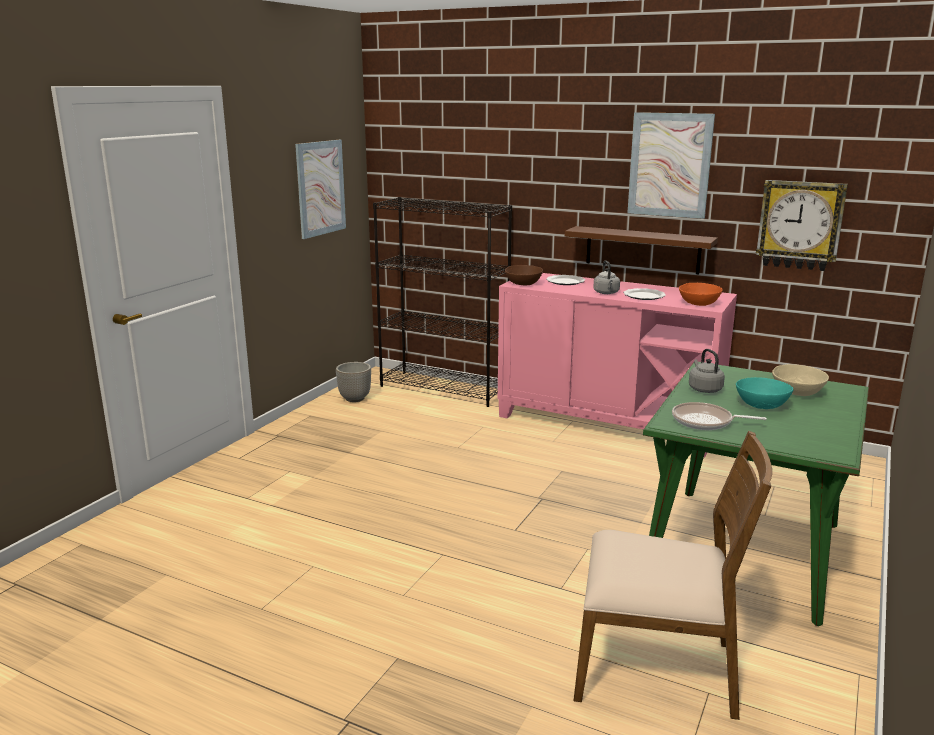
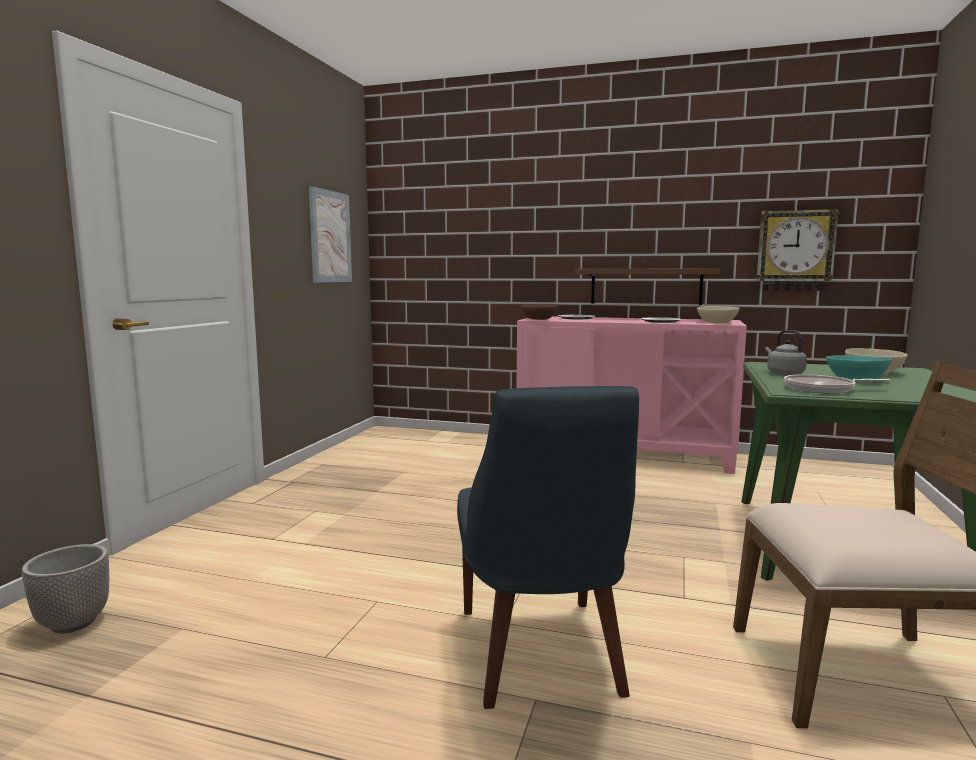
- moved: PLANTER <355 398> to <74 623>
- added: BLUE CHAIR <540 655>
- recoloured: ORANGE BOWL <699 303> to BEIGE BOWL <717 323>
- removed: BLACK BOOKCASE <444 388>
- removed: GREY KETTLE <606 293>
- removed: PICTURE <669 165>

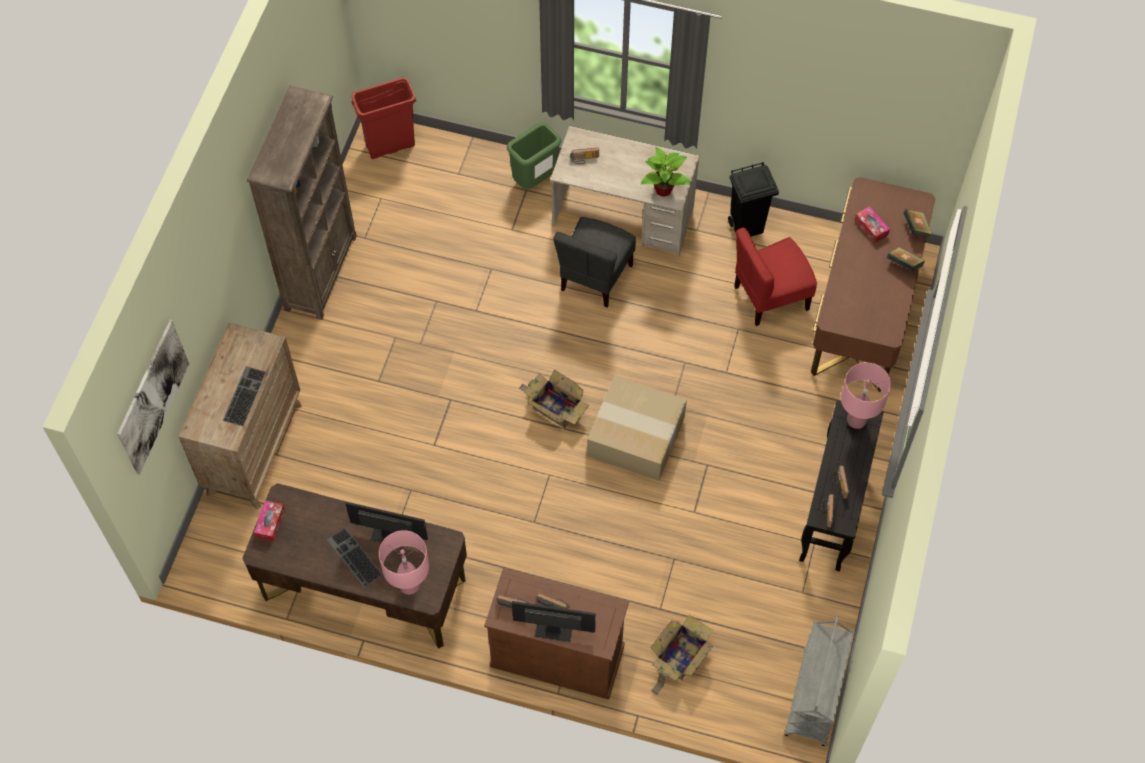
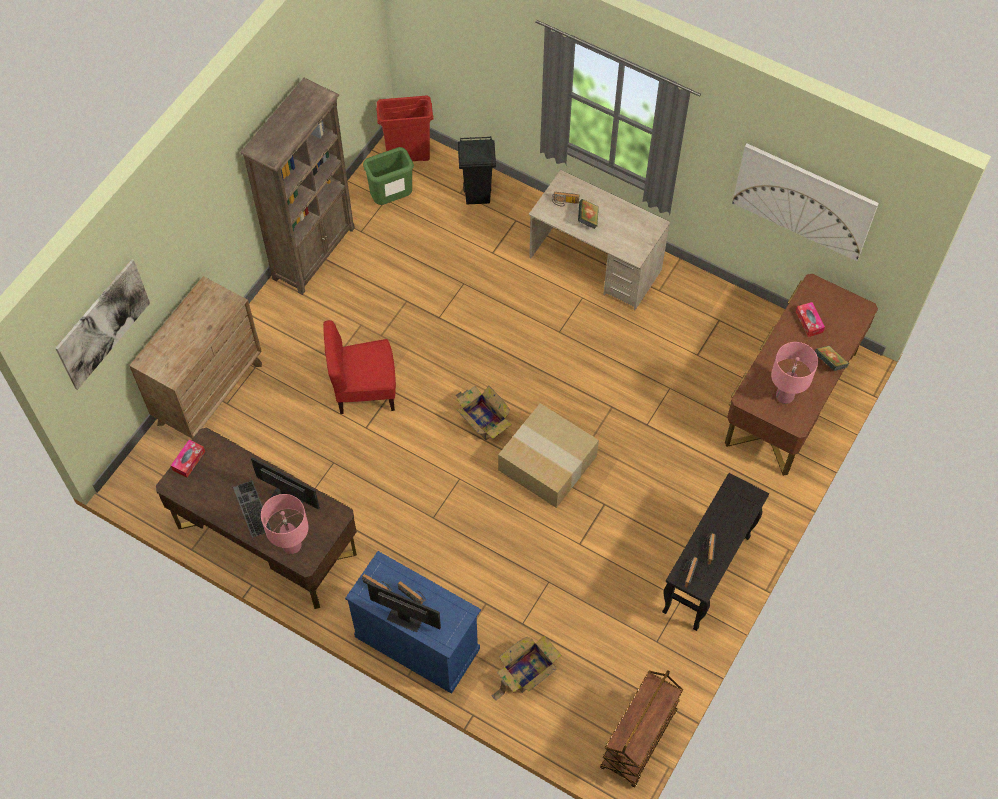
- moved: RED CHAIR <770 297> to <364 390>
- recoloured: BROWN CABINET <557 655> to BLUE CABINET <417 642>
- moved: GREEN TRASH CAN <535 181> to <391 199>
- moved: BLACK TRASH CAN <747 227> to <478 195>
- moved: BOOK <916 229> to <587 219>
- recoloured: GREY CART <814 697> to BROWN CART <638 740>
- added: PICTURE <803 201>
- moved: PINK TABLE LAMP <856 421> to <785 397>
- removed: KEYBOARD <243 395>
- removed: GREY CHAIR <595 277>
- removed: POTTED PLANT <664 189>

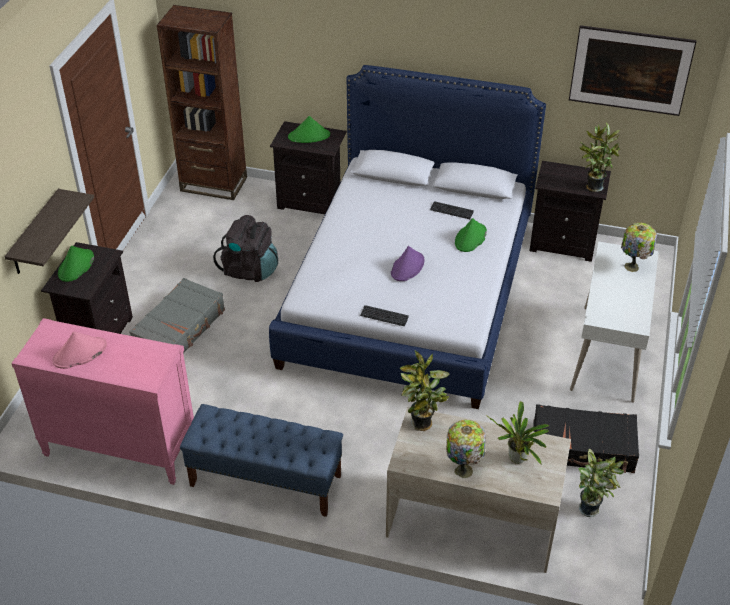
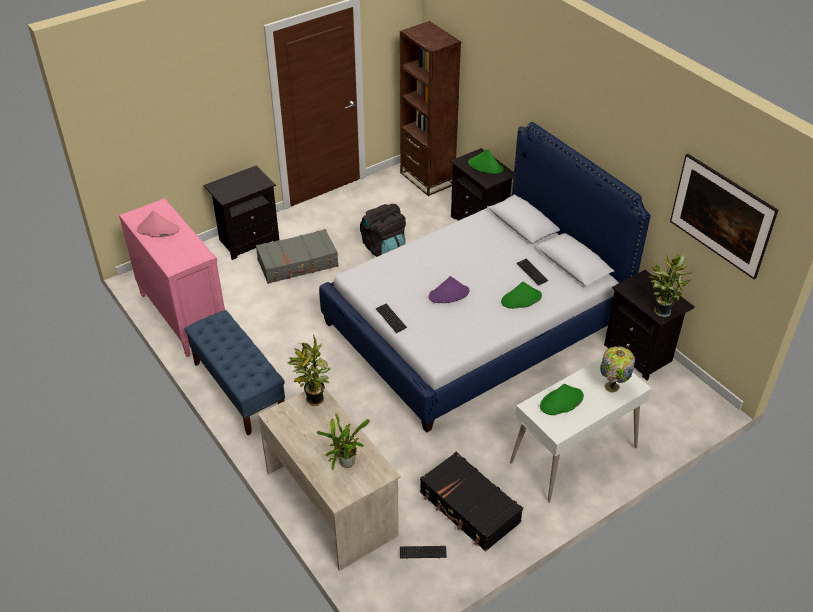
- replaced: POTTED PLANT <591 508> to KEYBOARD <423 552>
- moved: GREEN HAT <76 266> to <561 402>
- removed: SHELF <35 233>
- removed: TABLE LAMP <464 469>

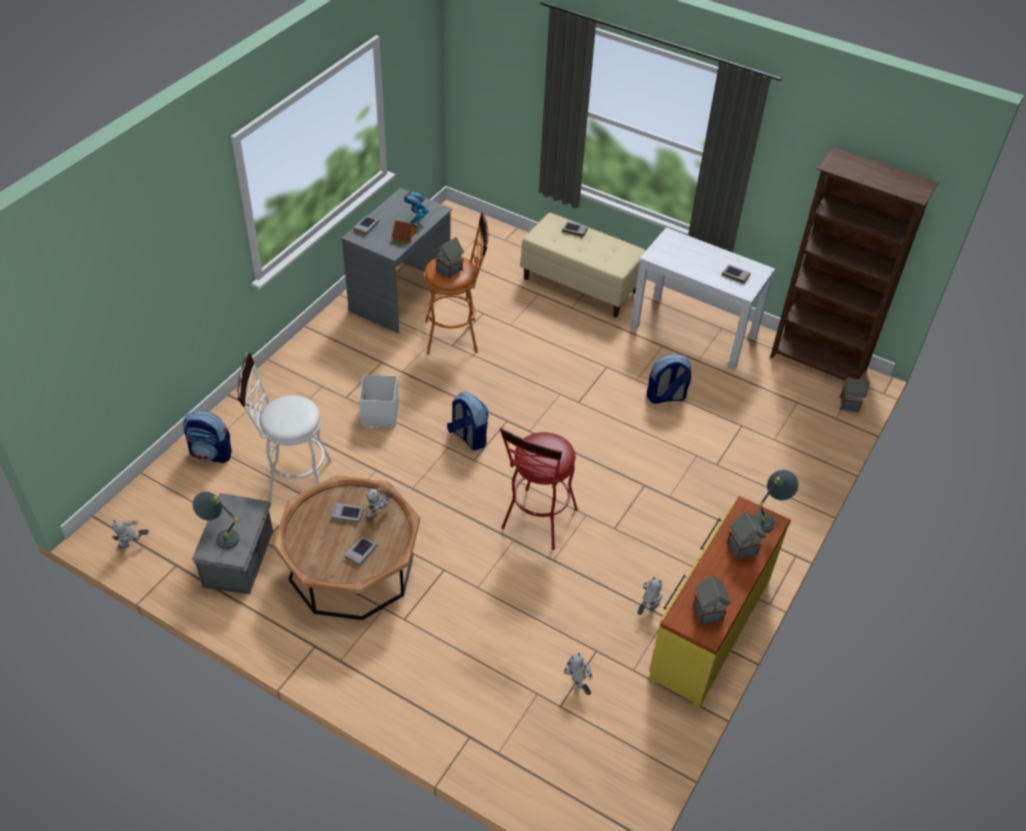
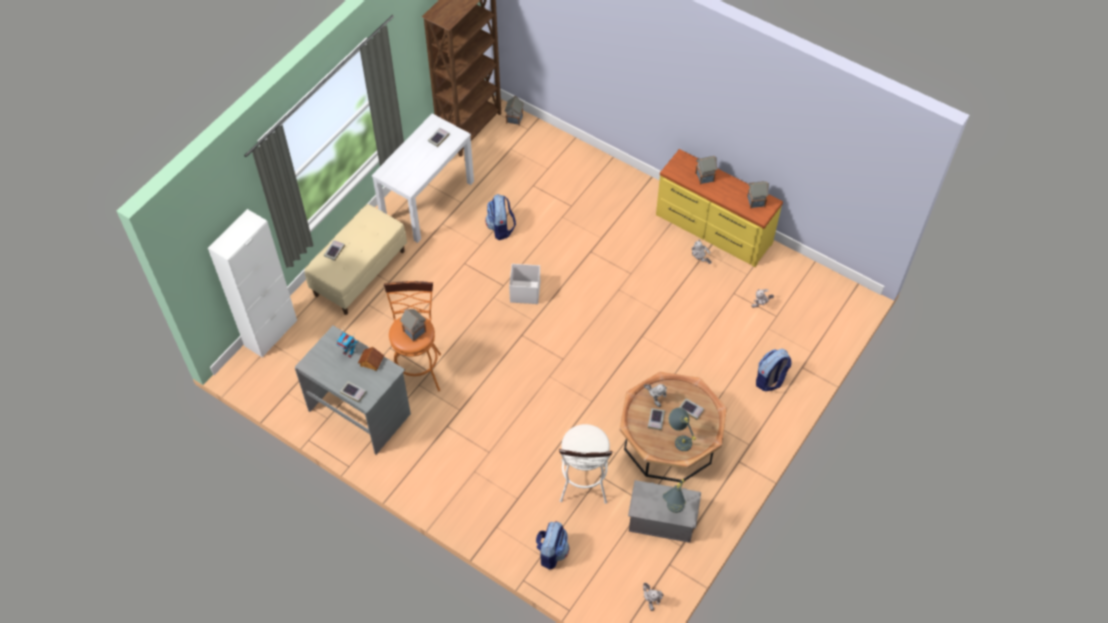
- added: WHITE CABINET <271 333>
- moved: WHITE STORAGE BOX <380 413> to <524 292>
- moved: GREY TABLE LAMP <769 518> to <679 438>
- moved: BACKPACK <468 437> to <770 380>
- removed: RED STOOL <537 523>

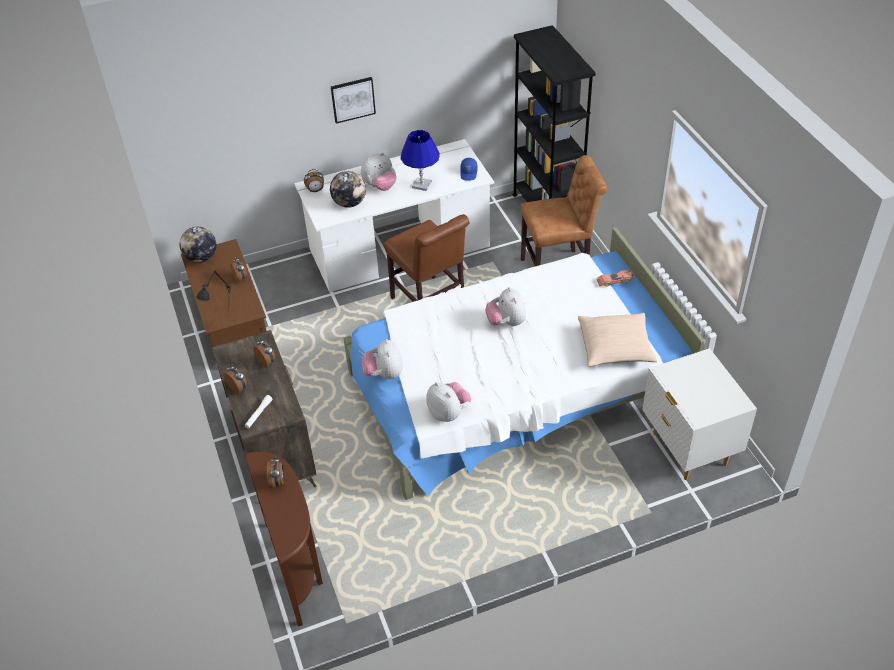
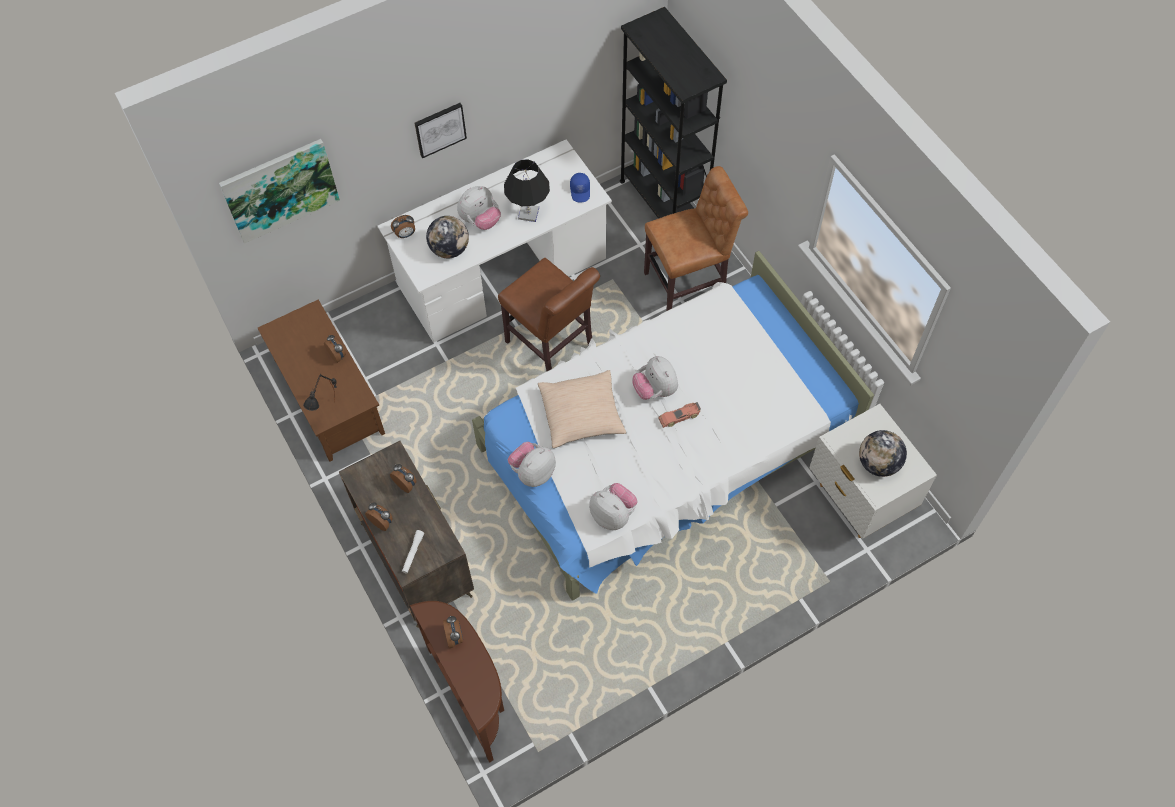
- added: PICTURE <280 189>
- recoloured: BLUE TABLE LAMP <421 185> to BLACK TABLE LAMP <528 213>
- turned: PLUSH TOY <384 374> = <533 472> 60 degrees clockwise
- moved: BEIGE PILLOW <615 347> to <581 414>
- moved: TOY CAR <614 281> to <679 416>
- moved: GLOBE <201 258> to <878 463>

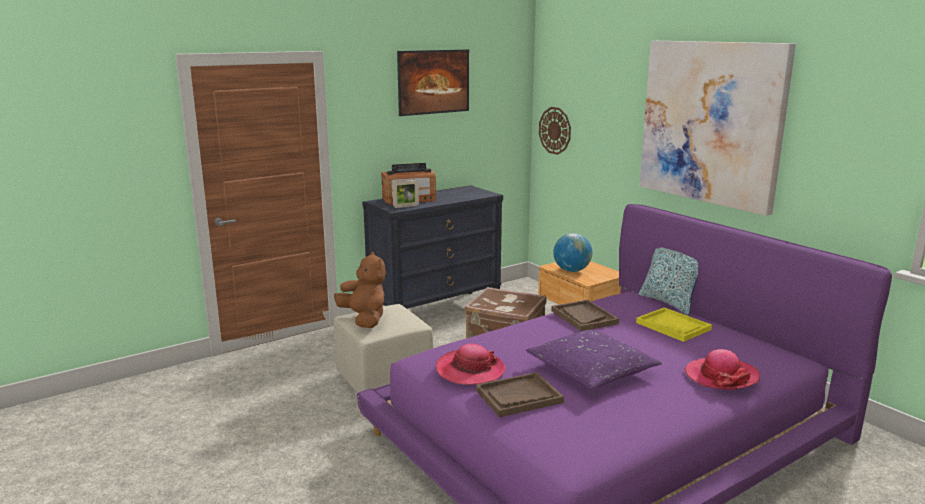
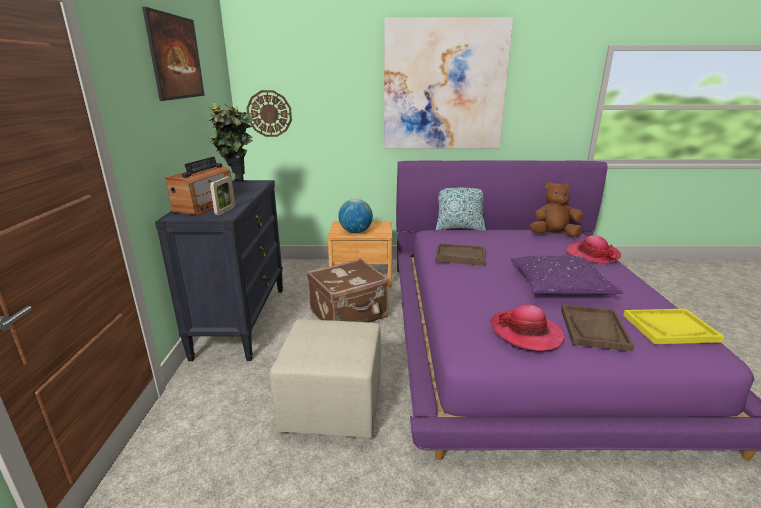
- added: POTTED PLANT <236 184>
- moved: BROWN PLUSH TOY <364 319> to <553 235>
- moved: YELLOW TRAY <673 326> to <670 328>

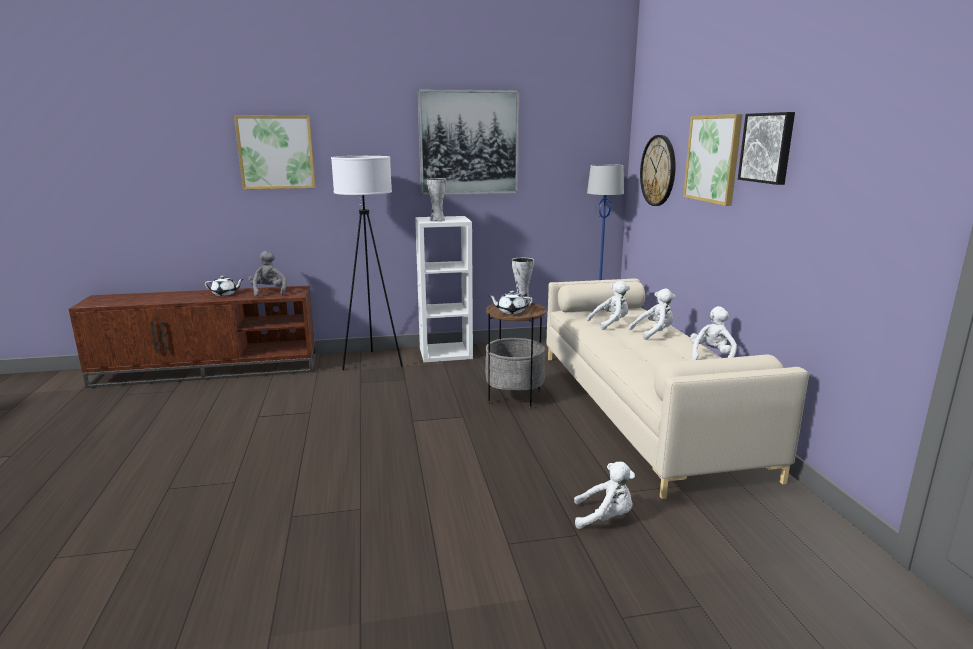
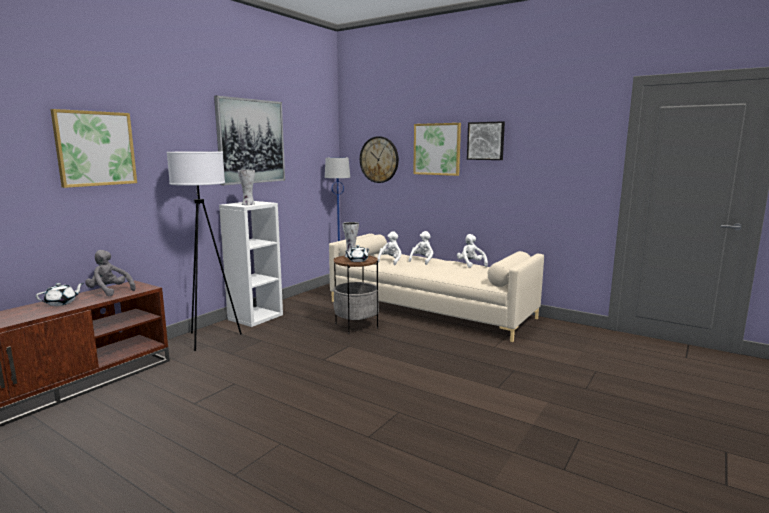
- removed: WHITE PLUSH TOY <605 518>

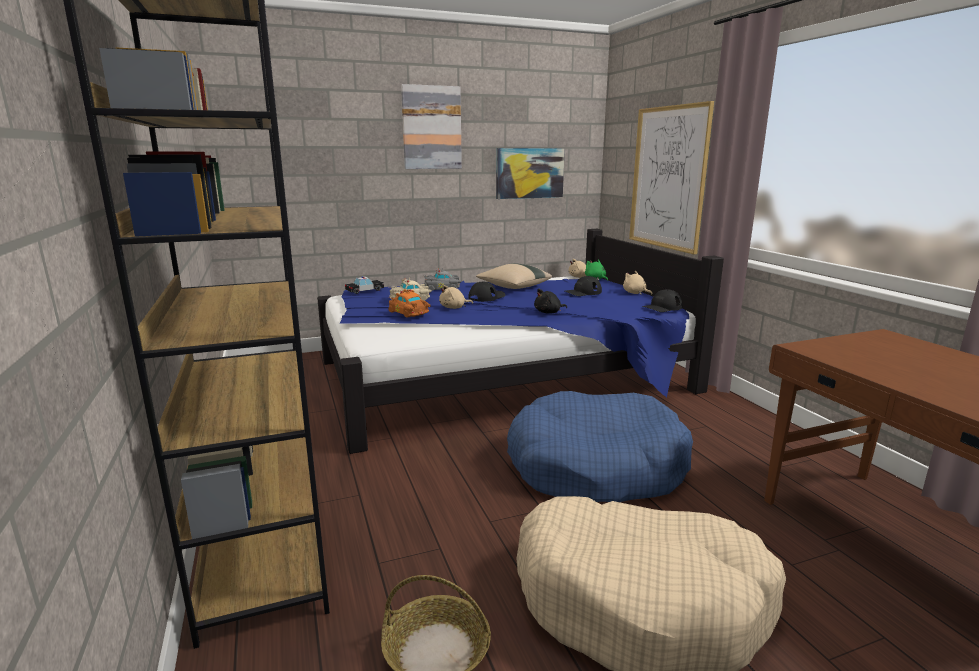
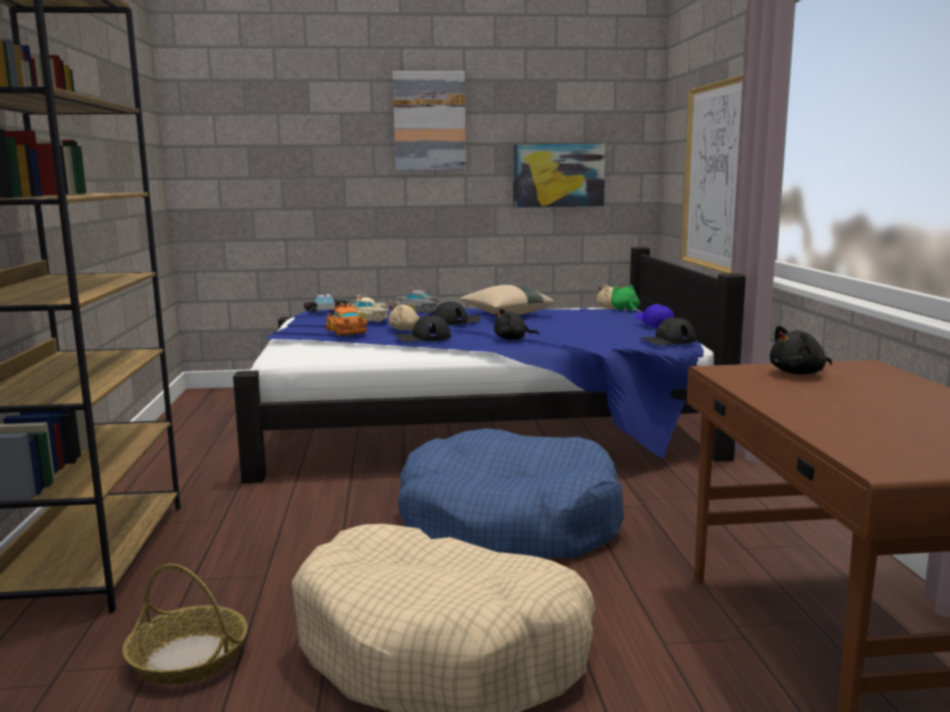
- moved: BLACK CAP <582 292> to <423 338>
- replaced: BEIGE PLUSH TOY <635 293> to BLUE CAP <654 325>
- added: BLACK PLUSH TOY <799 373>

